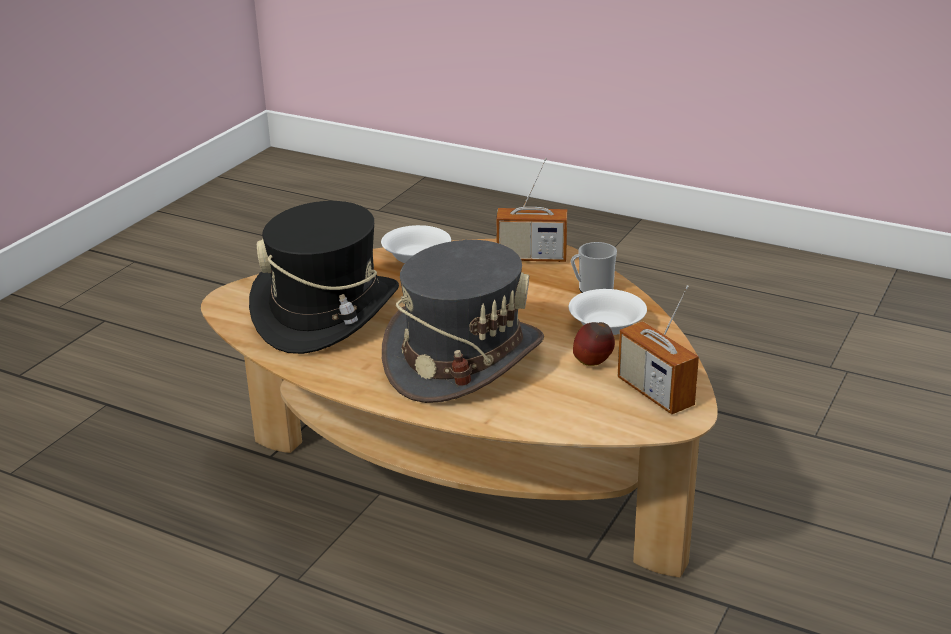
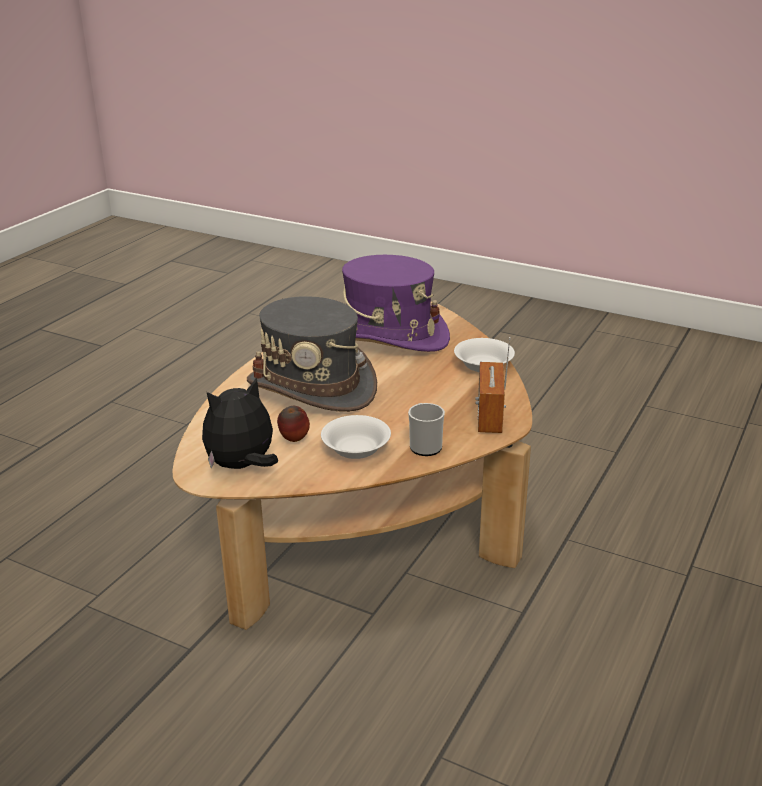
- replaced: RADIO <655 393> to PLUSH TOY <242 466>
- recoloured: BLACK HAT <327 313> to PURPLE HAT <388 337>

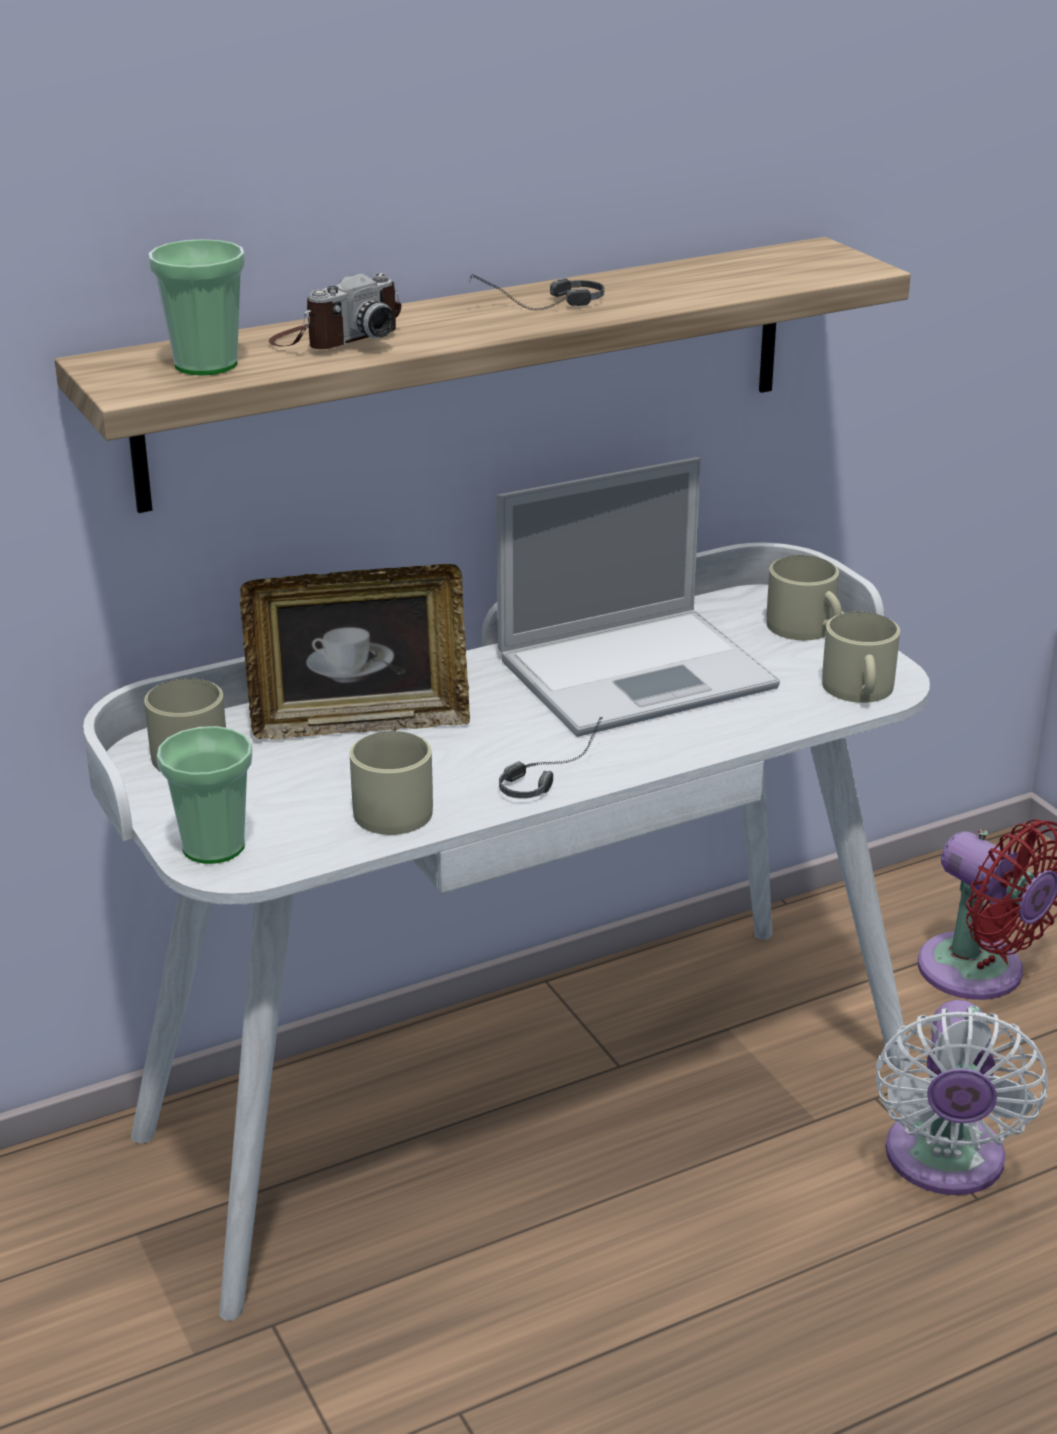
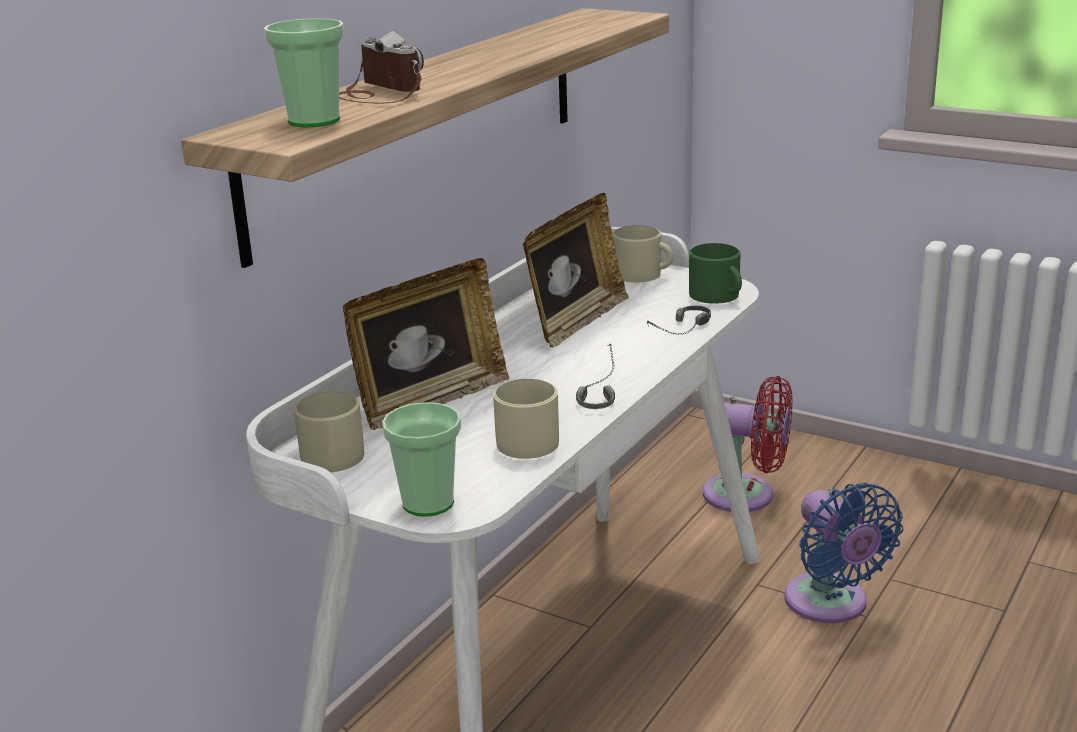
- turned: PHOTO CAMERA <337 338> = <380 93> 60 degrees counterclockwise
- replaced: LAPTOP <640 671> to PICTURE FRAME <576 322>
- moved: HEADPHONES <540 306> to <681 331>
- recoloured: BEIGE MUG <859 690> to GREEN MUG <718 296>
- recoloured: WHITE FAN <944 1163> to BLUE FAN <830 604>

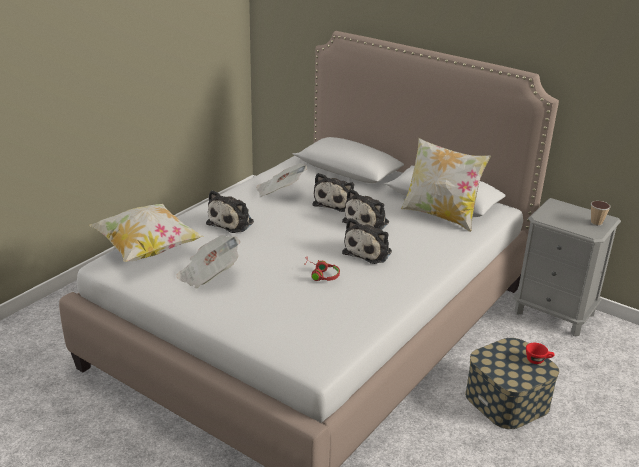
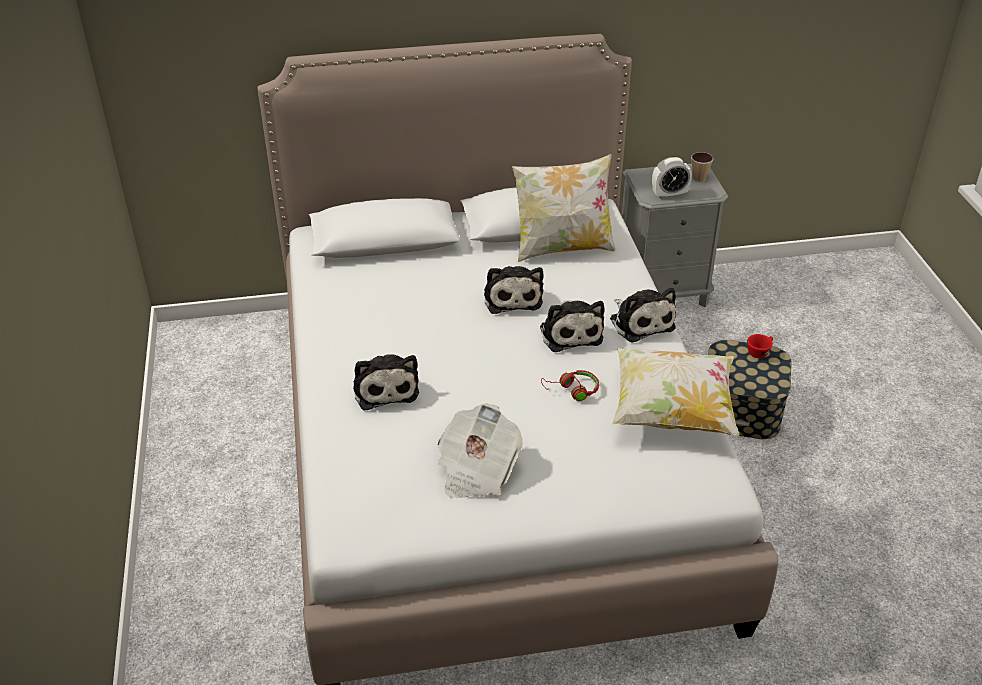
- moved: PLUSH TOY <336 202> to <640 322>
- moved: PILLOW <147 249> to <672 412>
- added: ALARM CLOCK <669 195>
- removed: NEWSPAPER <280 192>

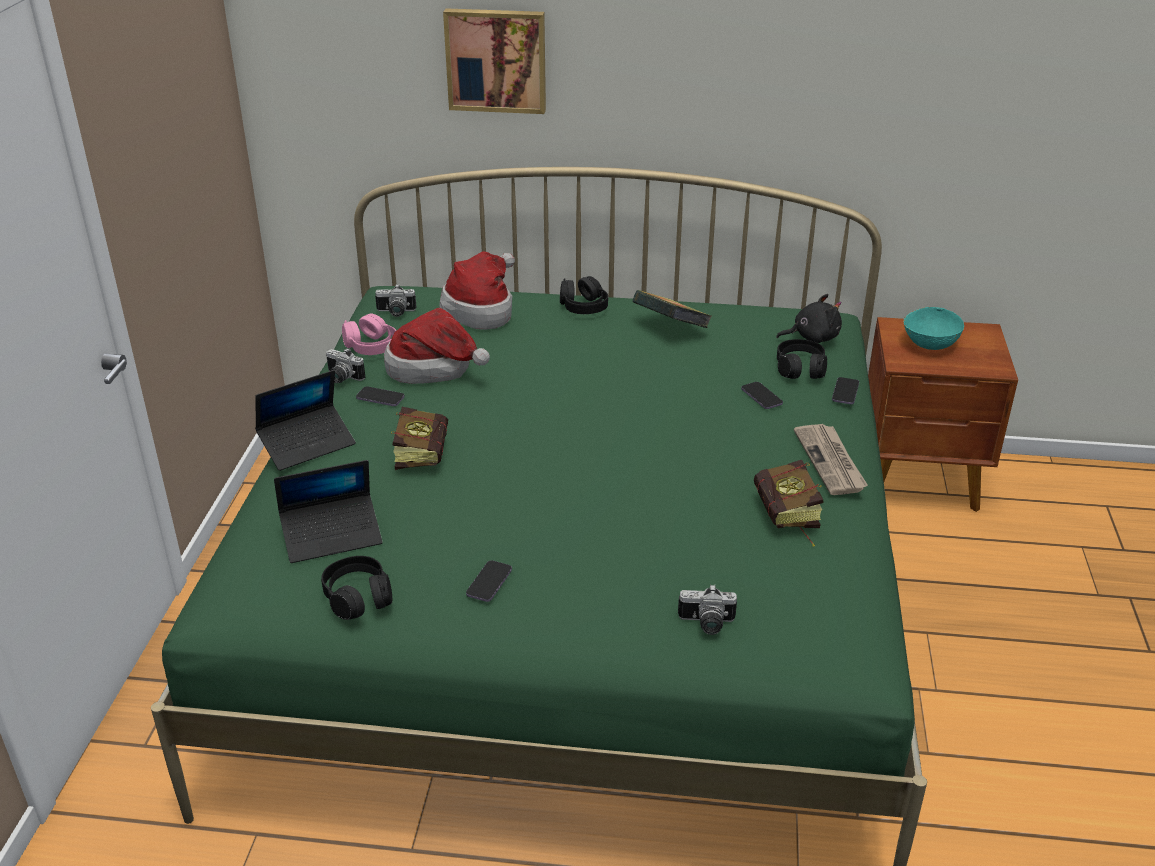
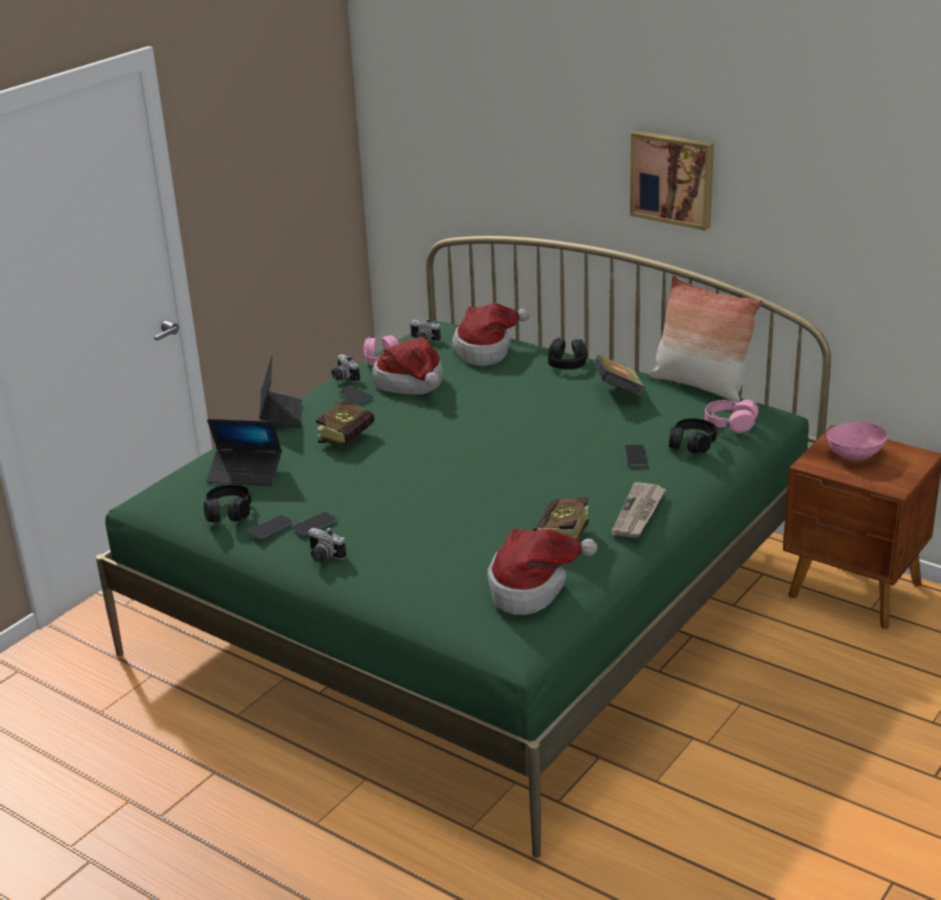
- moved: PHONE <845 392> to <271 528>
- turned: LAPTOP <307 444> = <281 415> 90 degrees counterclockwise
- moved: PHOTO CAMERA <706 624> to <323 556>
- added: HAT <532 588>
- moved: PICTURE <496 60> to <673 178>
- added: PILLOW <700 385>
- replaced: BLACK PLUSH TOY <812 337> to PINK HEADPHONES <730 424>
- recoloured: TURQUOISE BOWL <929 343> to PINK BOWL <854 455>

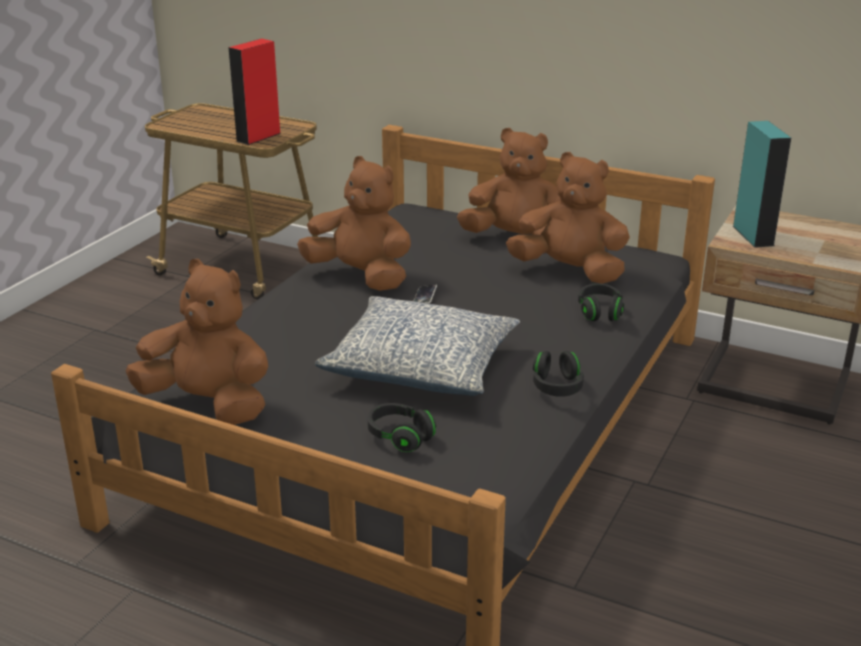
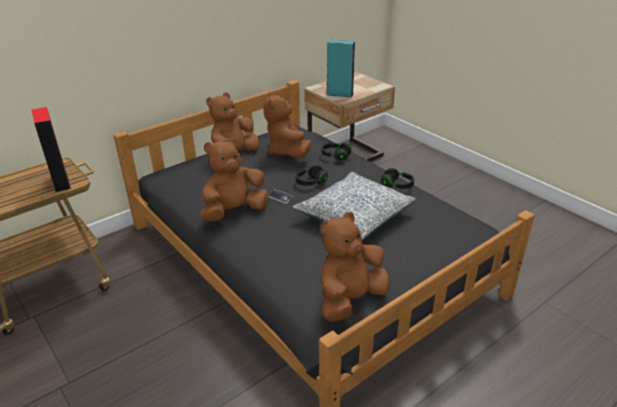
- turned: BROWN PLUSH TOY <569 271> = <287 151> 60 degrees counterclockwise
- moved: BLACK HEADPHONES <400 437> to <311 182>

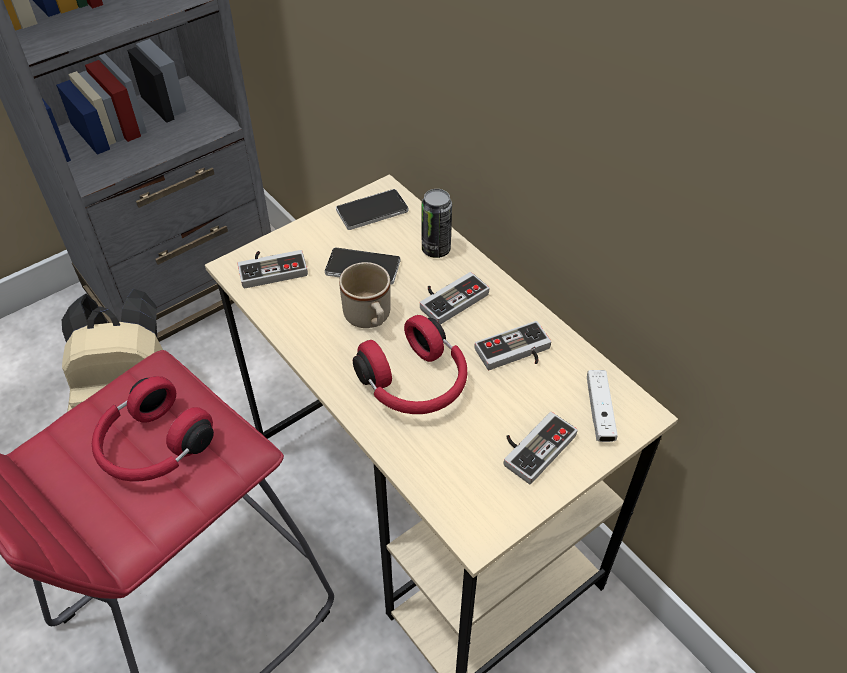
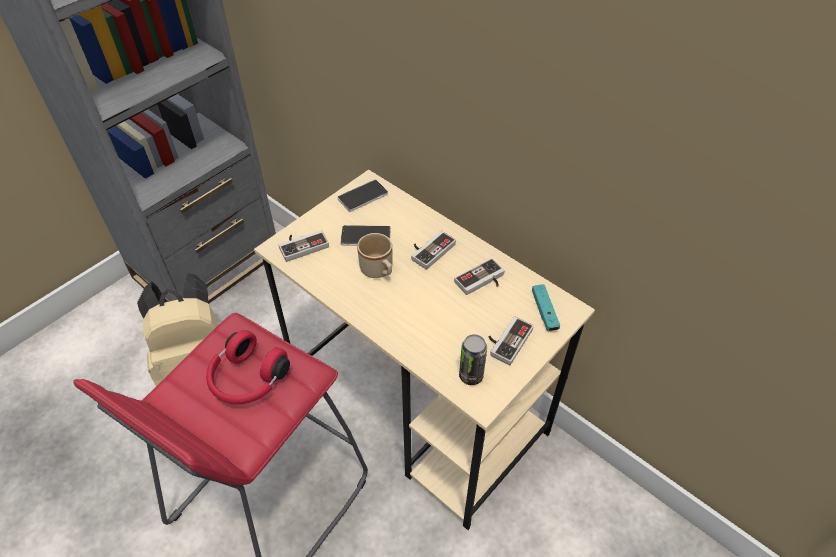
- moved: CAN <436 249> to <471 376>
- recoloured: WHITE GAME CONTROLLER <599 411> to TURQUOISE GAME CONTROLLER <544 312>
- removed: RED HEADPHONES <415 384>

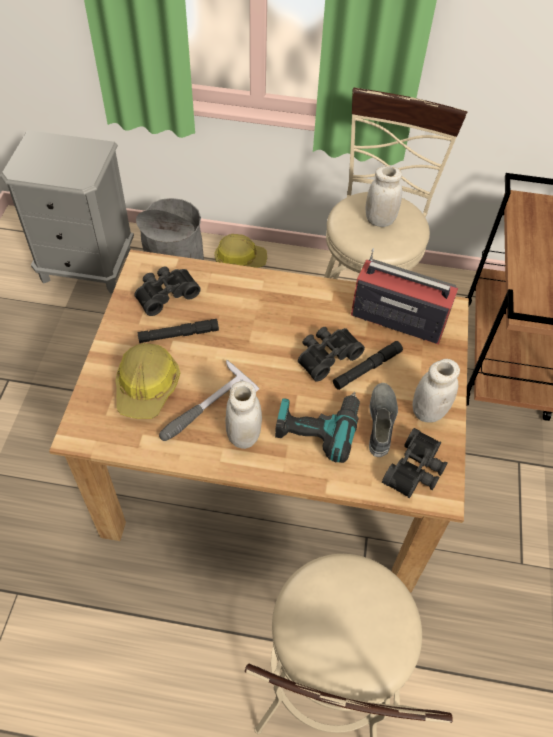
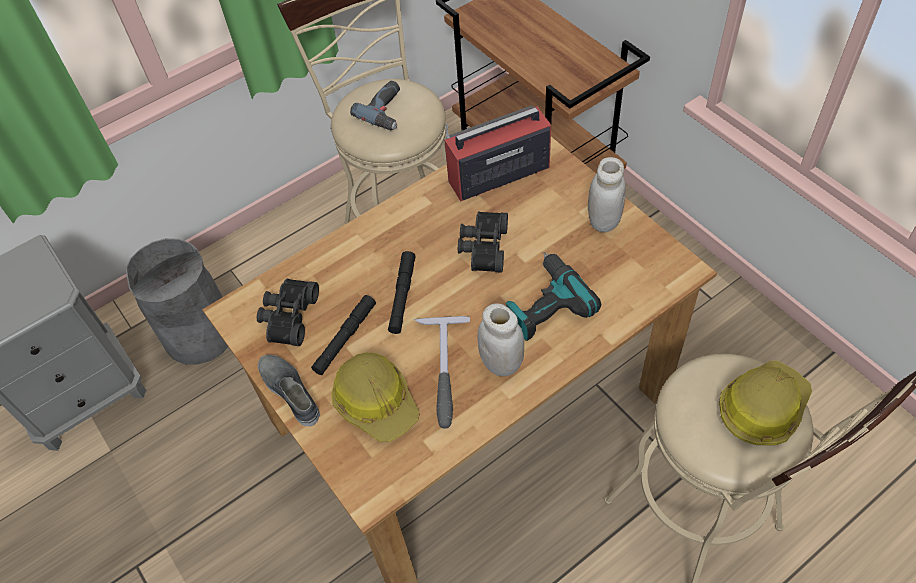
- moved: GREY SHOE <381 422> to <290 391>
- replaced: WHITE JAR <379 220> to POWER DRILL <387 111>
- moved: BLACK FLASHLIGHT <367 368> to <402 295>
- moved: HARD HAT <240 259> to <762 408>
- removed: BLACK BINOCULARS <416 471>

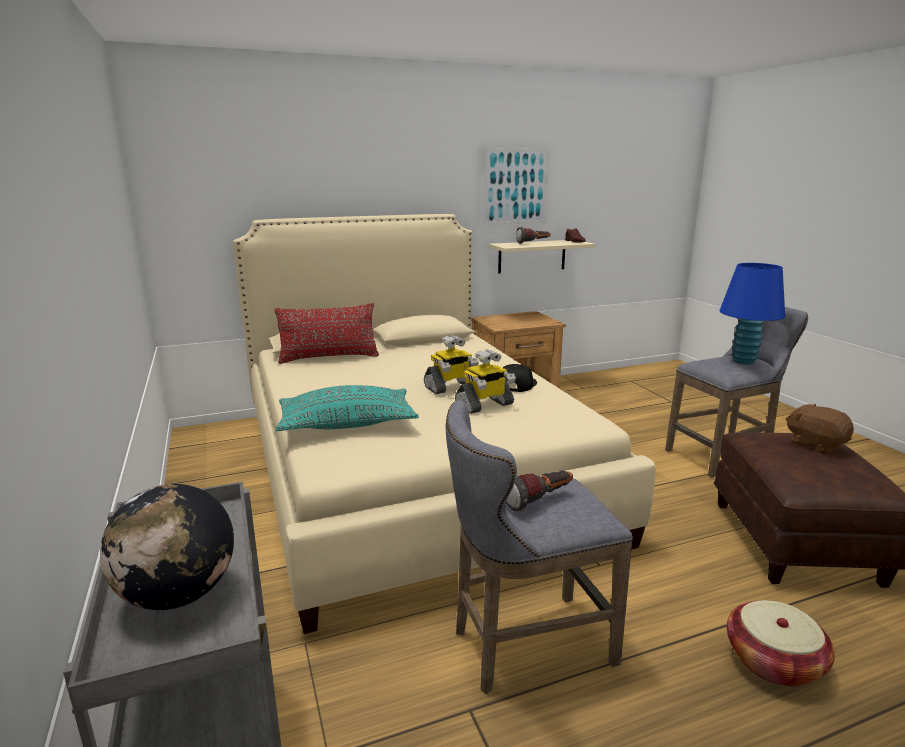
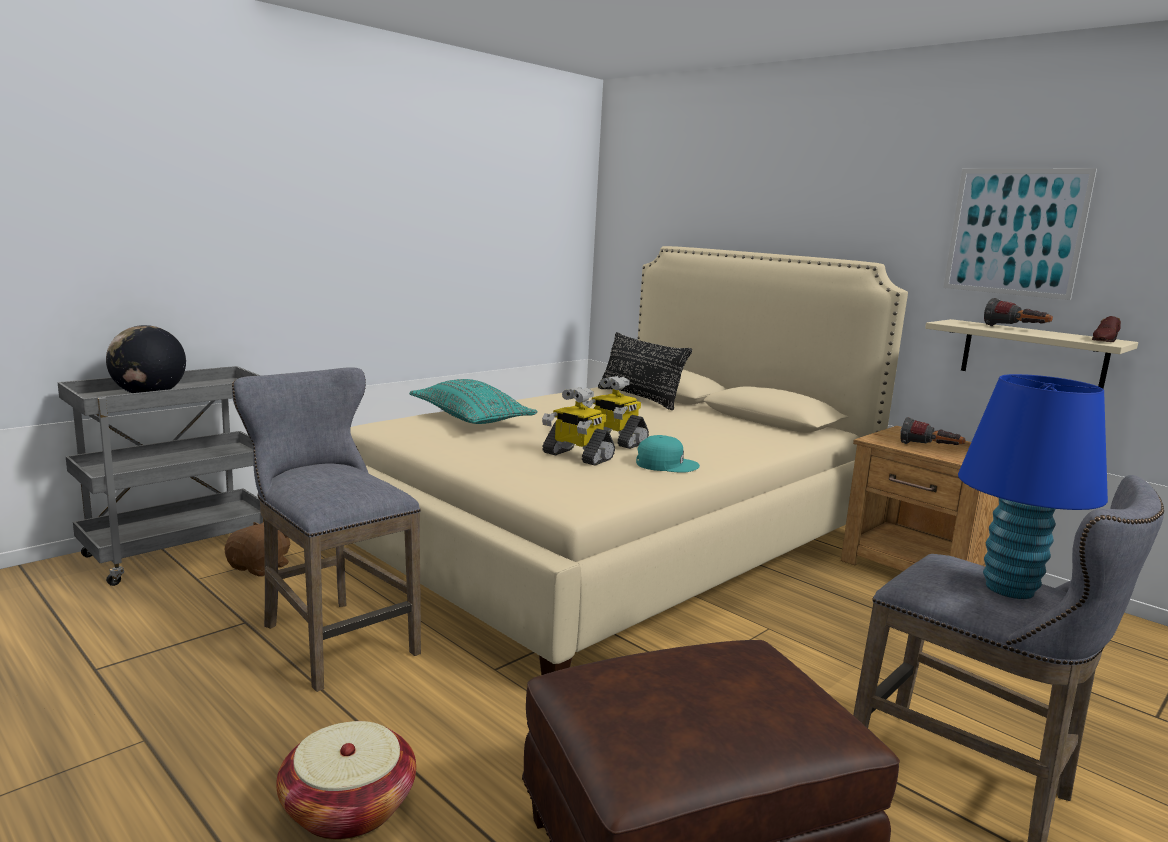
- moved: BROWN PLUSH TOY <815 445> to <260 567>
- recoloured: RED PILLOW <329 358> to BLACK PILLOW <639 398>
- recoloured: BLACK CAP <516 384> to TURQUOISE CAP <666 464>
- moved: FLASHLIGHT <539 500> to <930 448>

